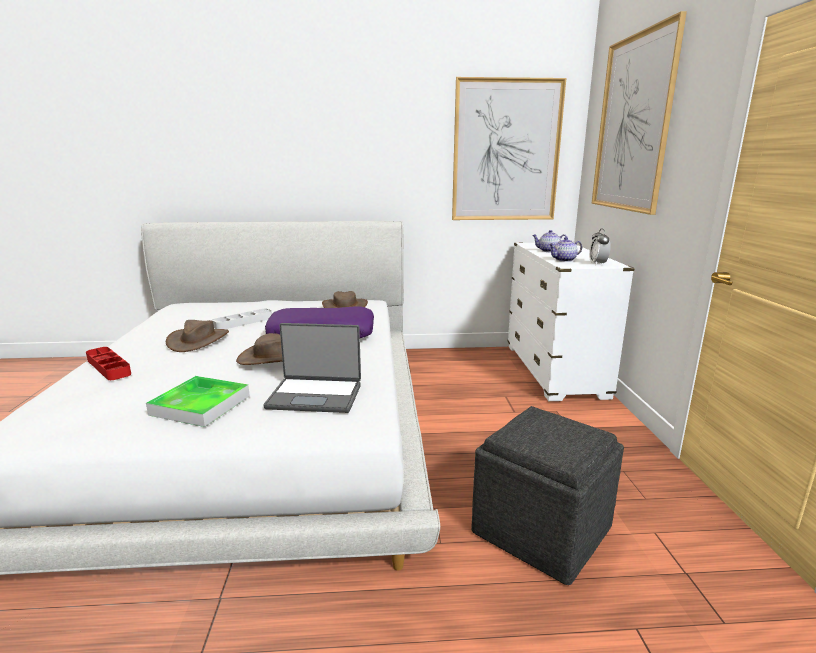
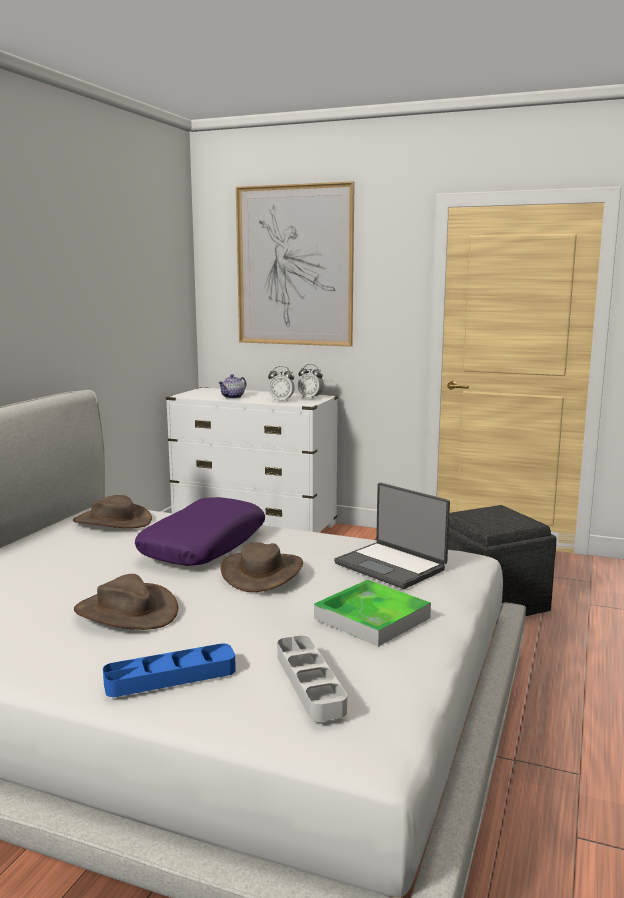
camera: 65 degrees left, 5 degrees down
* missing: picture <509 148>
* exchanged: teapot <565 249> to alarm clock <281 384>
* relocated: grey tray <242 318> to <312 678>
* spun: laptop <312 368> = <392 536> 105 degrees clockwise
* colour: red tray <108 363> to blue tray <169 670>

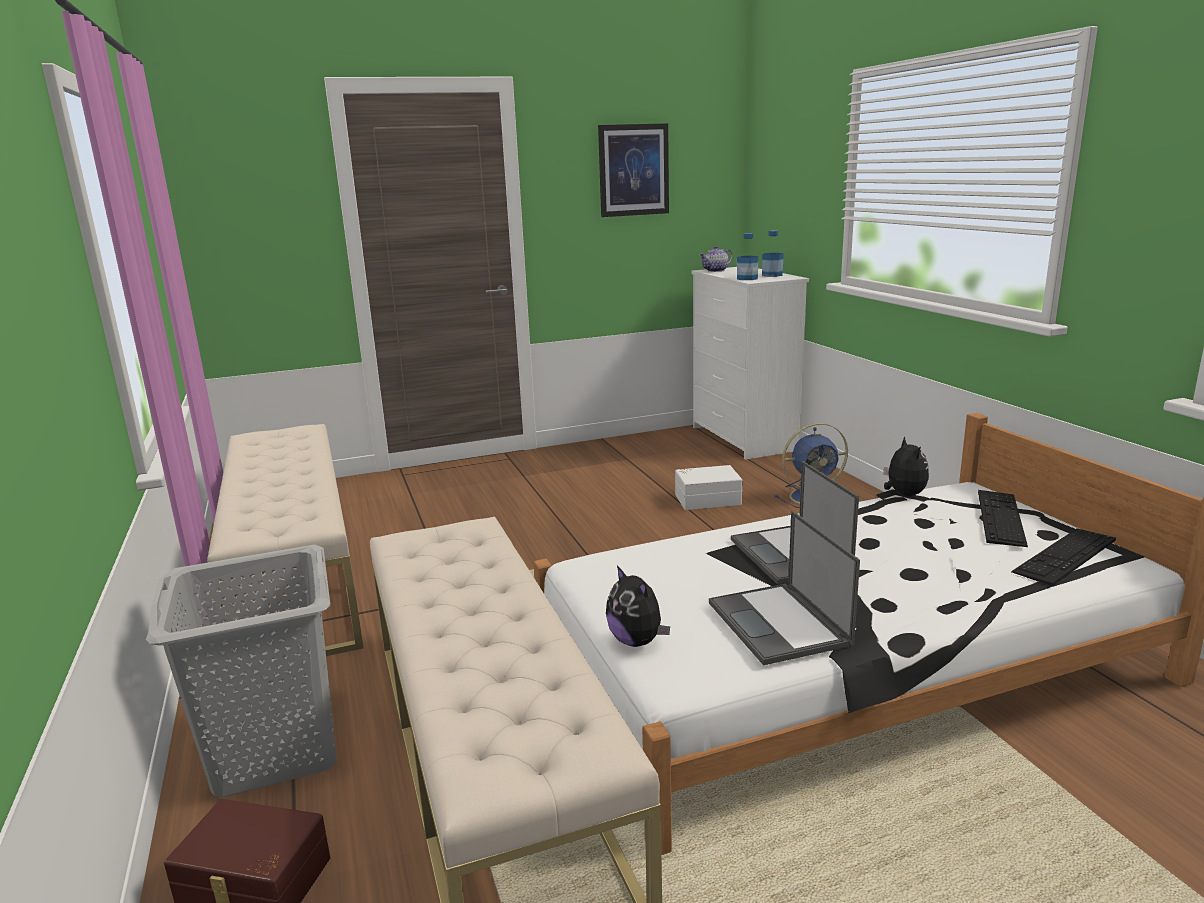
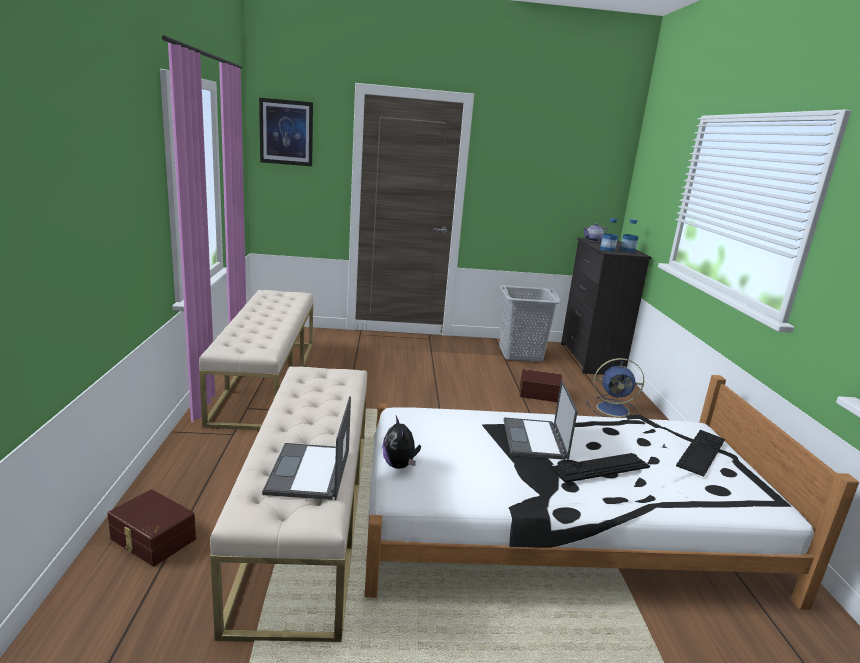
camera: 15 degrees right, 0 degrees up
* relocated: picture <633 170> to <286 132>
* colour: white dresser <750 363> to black dresser <606 306>
* missing: plush toy <906 466>
* colour: white storage box <708 487> to brown storage box <541 385>
* relocated: laptop <784 588> to <306 448>
* relocated: keyboard <1063 557> to <599 468>
* relocated: grey laundry basket <241 670> to <530 323>

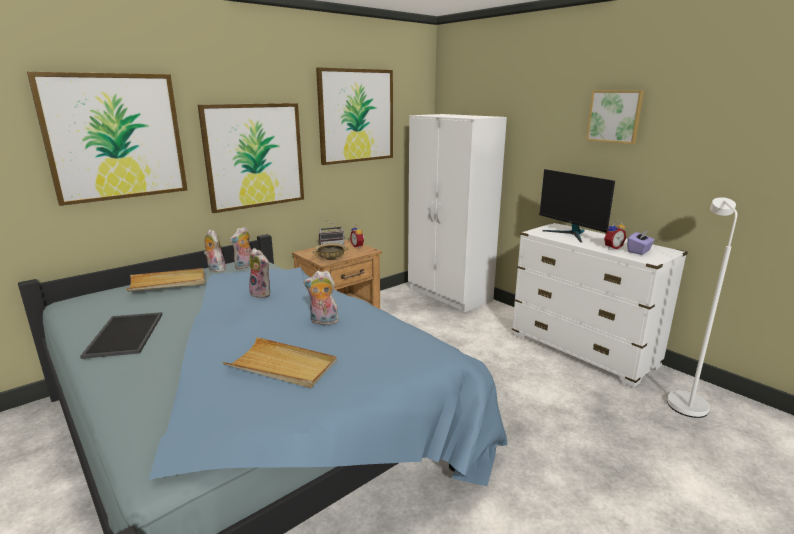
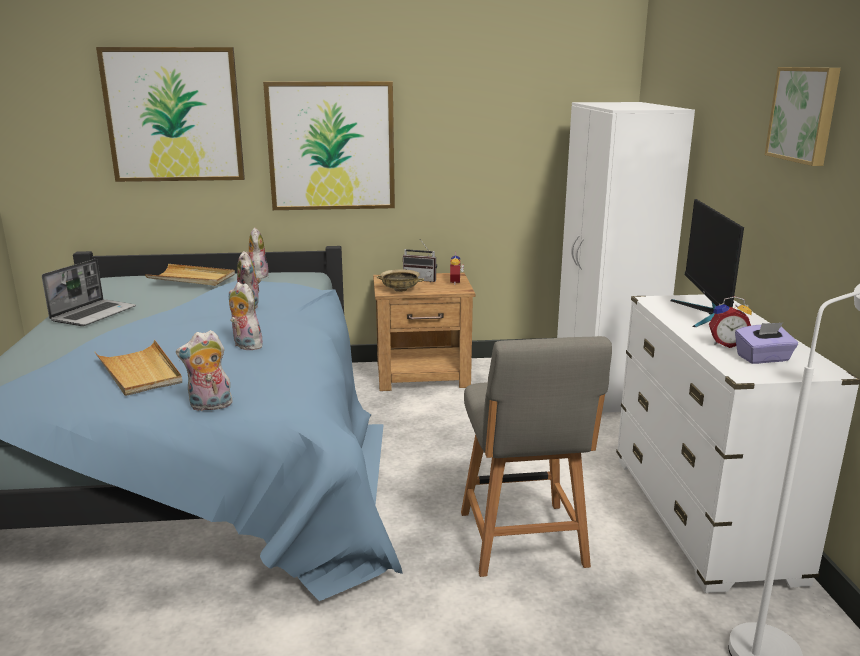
camera: 35 degrees right, 0 degrees up
* missing: picture <354 116>
* relocated: plush toy <240 248> to <204 370>
* exchanged: tray <121 335> to laptop <89 292>
* appeared: grey chair <536 456>

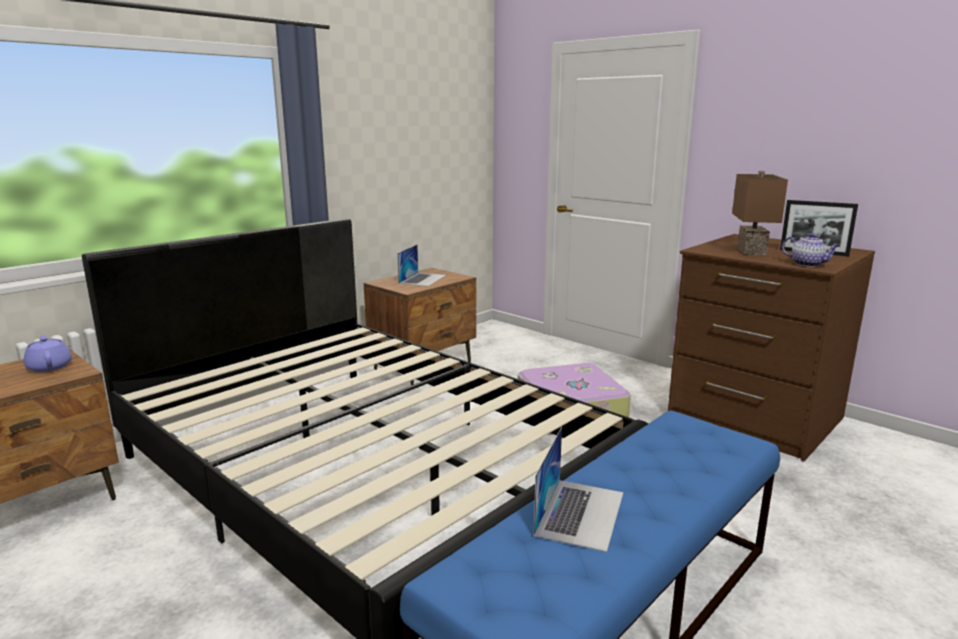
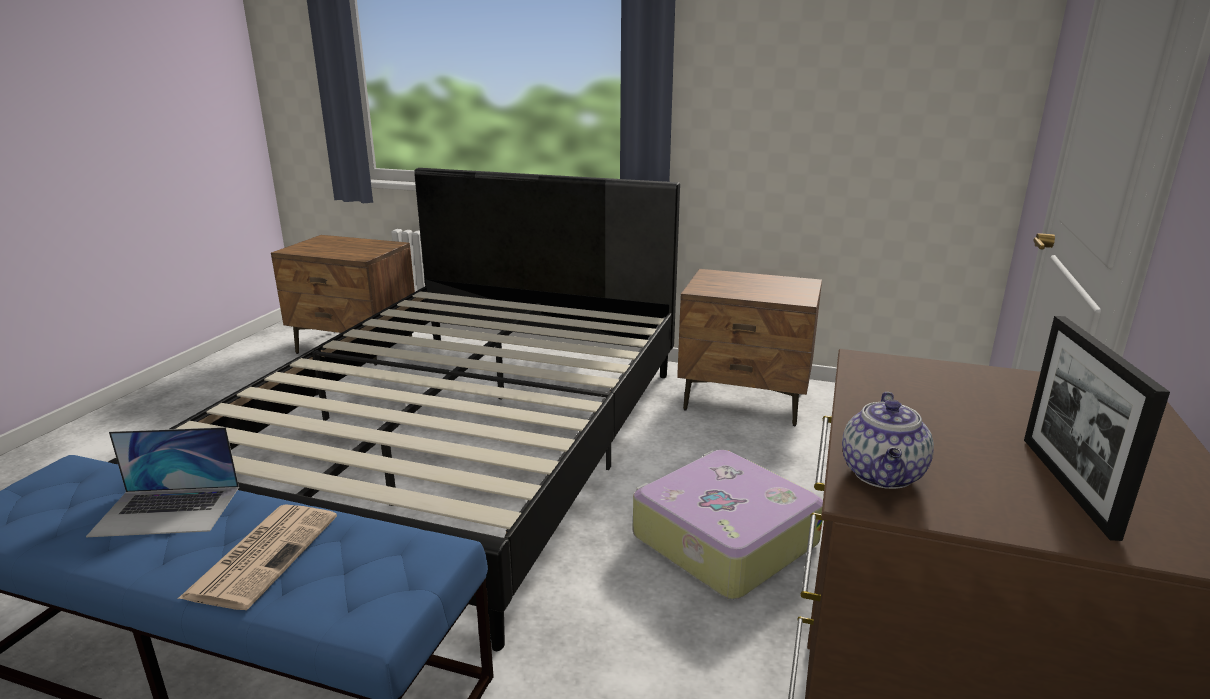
camera: 65 degrees right, 5 degrees up
* missing: brown table lamp <760 213>
* missing: laptop <421 265>
* missing: purple teapot <47 353>
* appeared: newspaper <257 557>

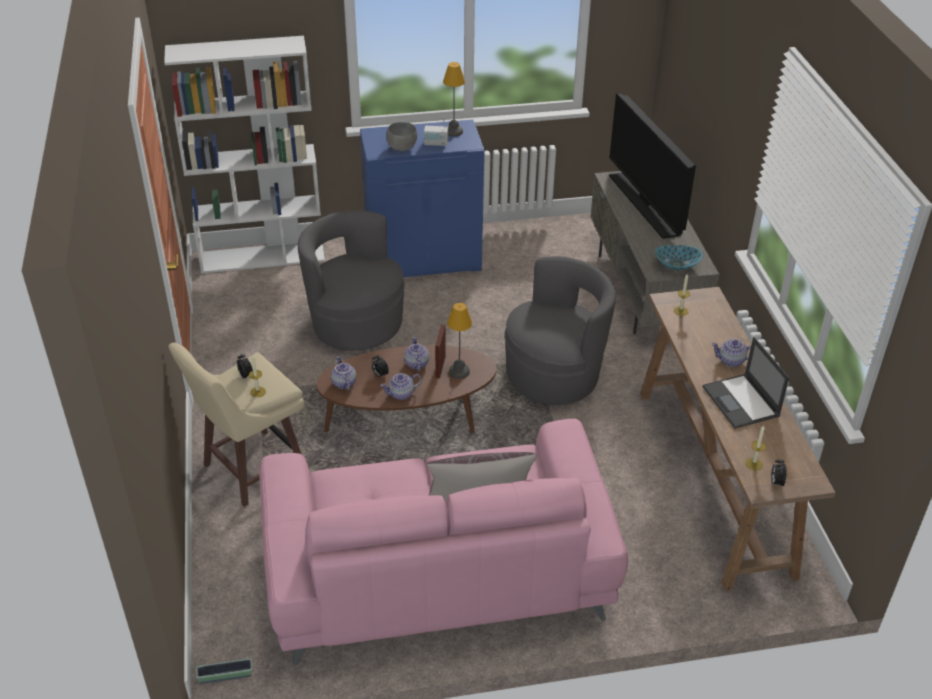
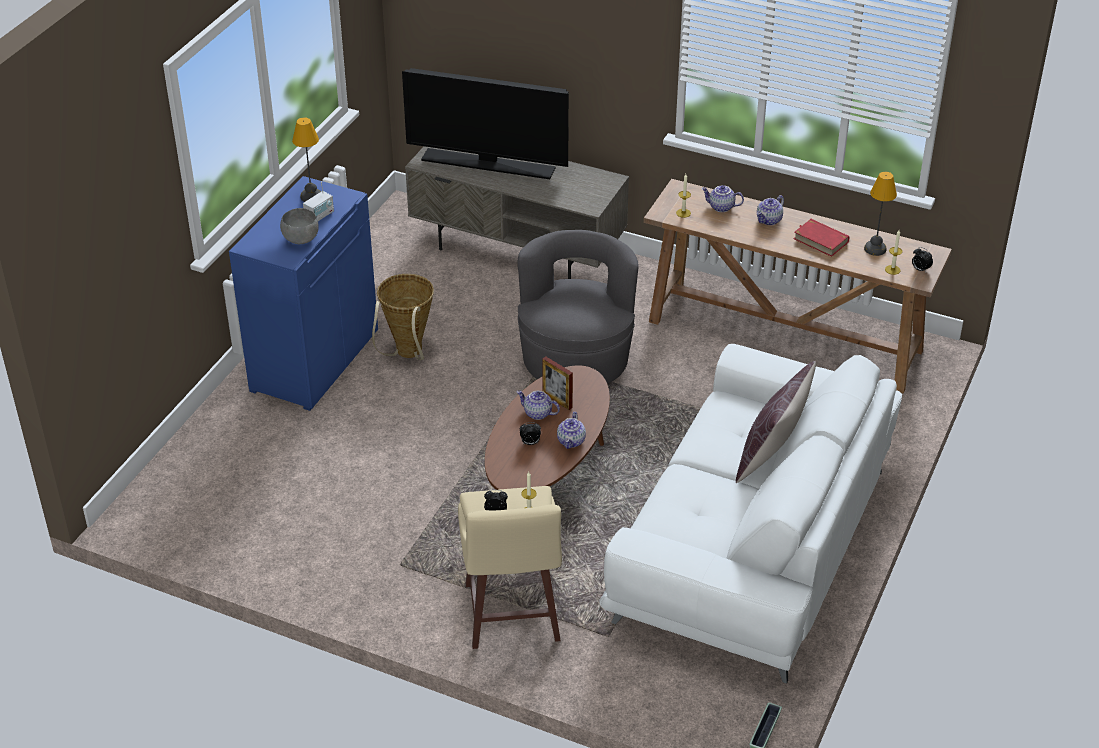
camera: 55 degrees left, 0 degrees up
* missing: white bookcase <244 155>
* missing: grey armchair <351 280>
* missing: bowl <679 257>
* relocated: table lamp <459 341> to <880 214>
* exchanged: laptop <746 383> to red book <821 238>
* relocated: teapot <343 373> to <722 198>
* colour: pink sofa <443 542> to white sofa <750 514>
* appeared: basket <403 317>

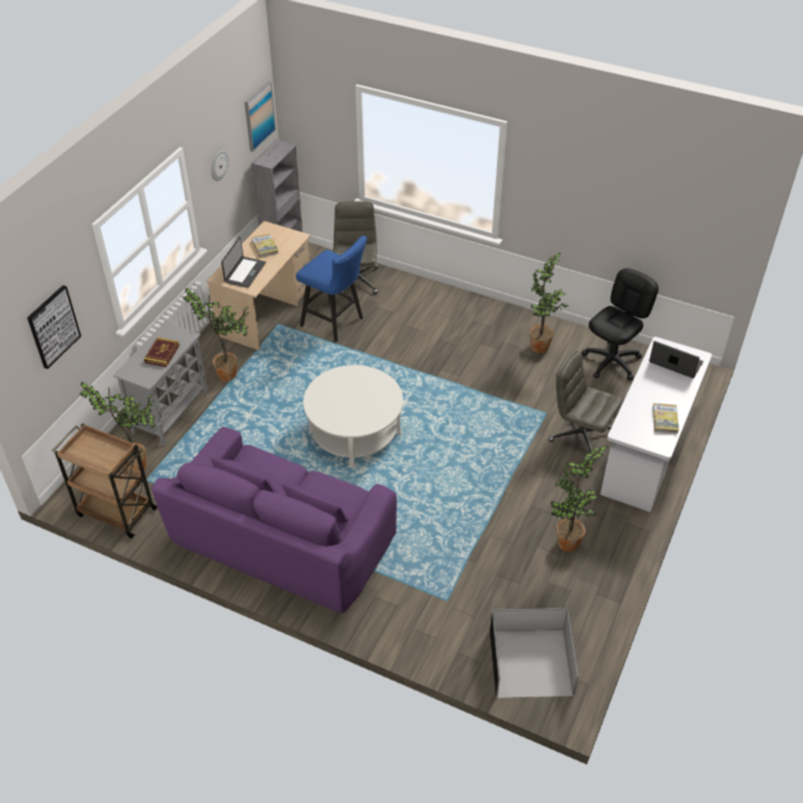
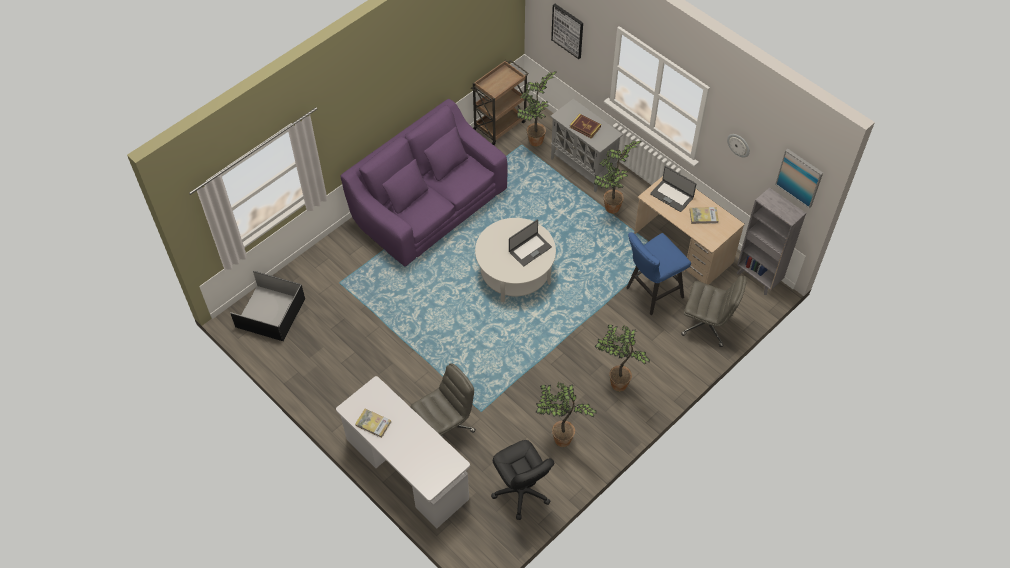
camera: 110 degrees right, 10 degrees up
* relocated: laptop <676 359> to <530 243>
* relocated: potted plant <579 499> to <622 358>

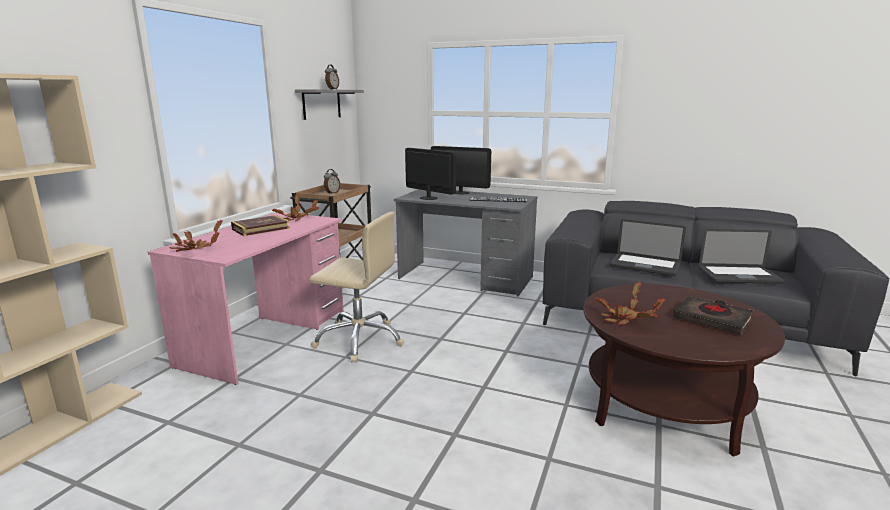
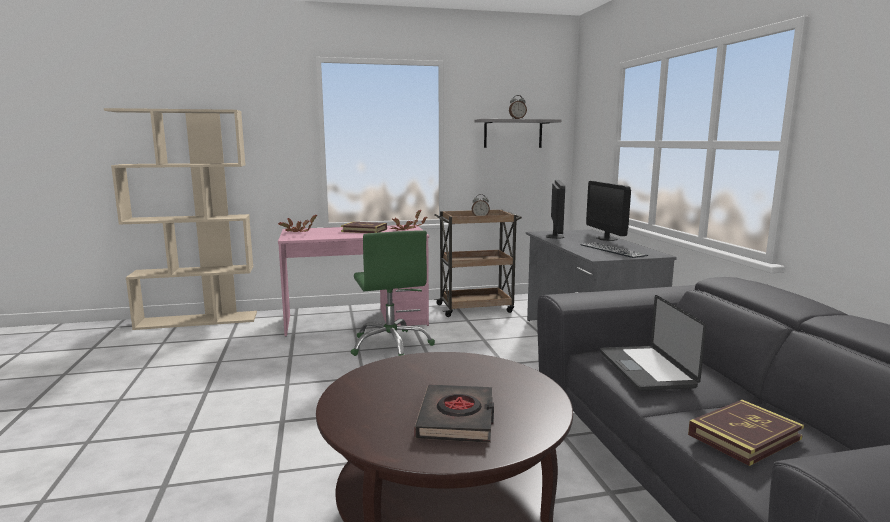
camera: 55 degrees right, 5 degrees down
* colour: beige office chair <356 286> to green office chair <393 293>
* exchanged: laptop <742 256> to book <746 433>
* missing: potted plant <630 303>

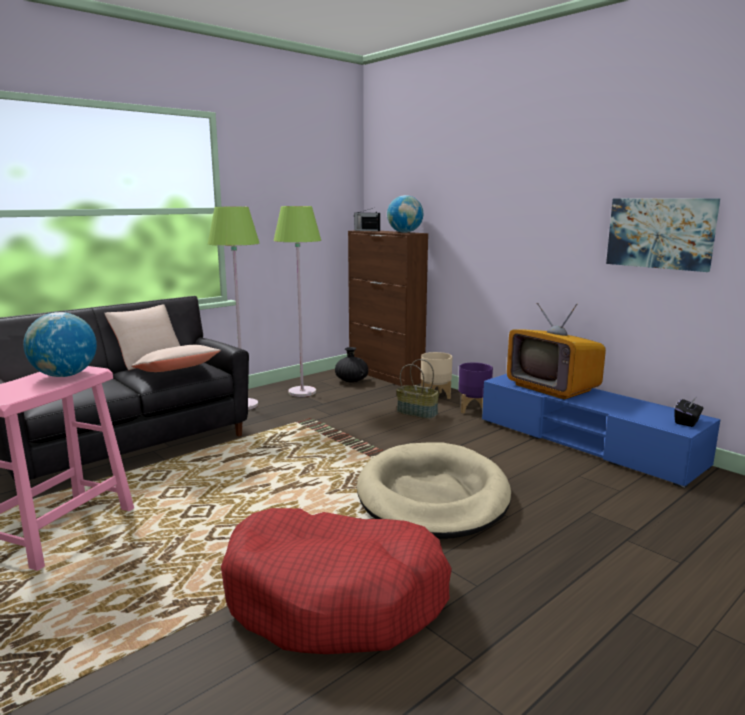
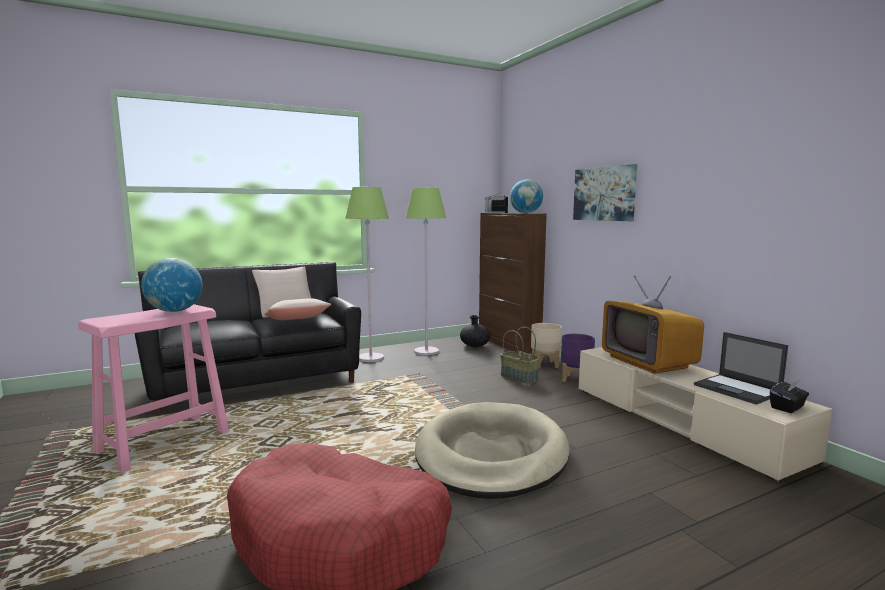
camera: 15 degrees right, 5 degrees down
* relocated: picture <663 235> to <605 192>
* colour: blue tv stand <601 431> to beige tv stand <706 415>
* appeared: laptop <741 368>

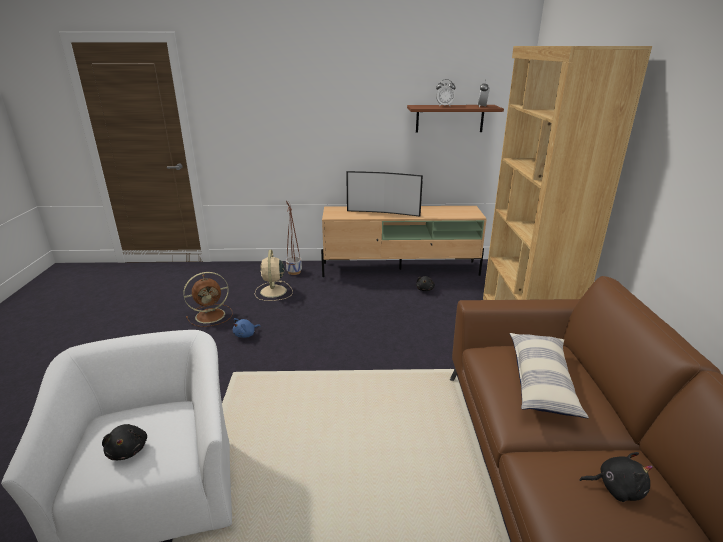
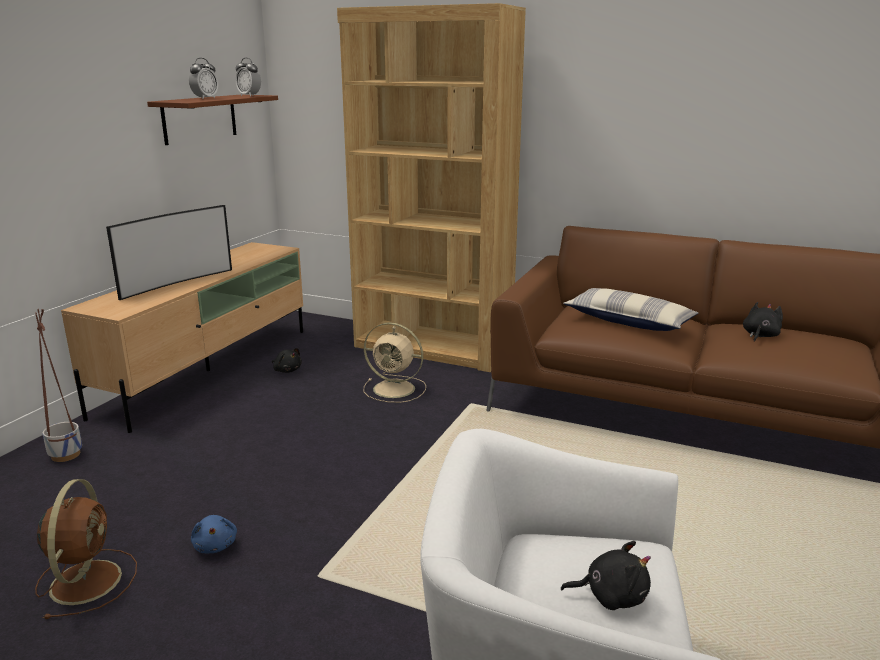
camera: 65 degrees left, 5 degrees down
* relocated: beige fan <274 275> to <395 362>

